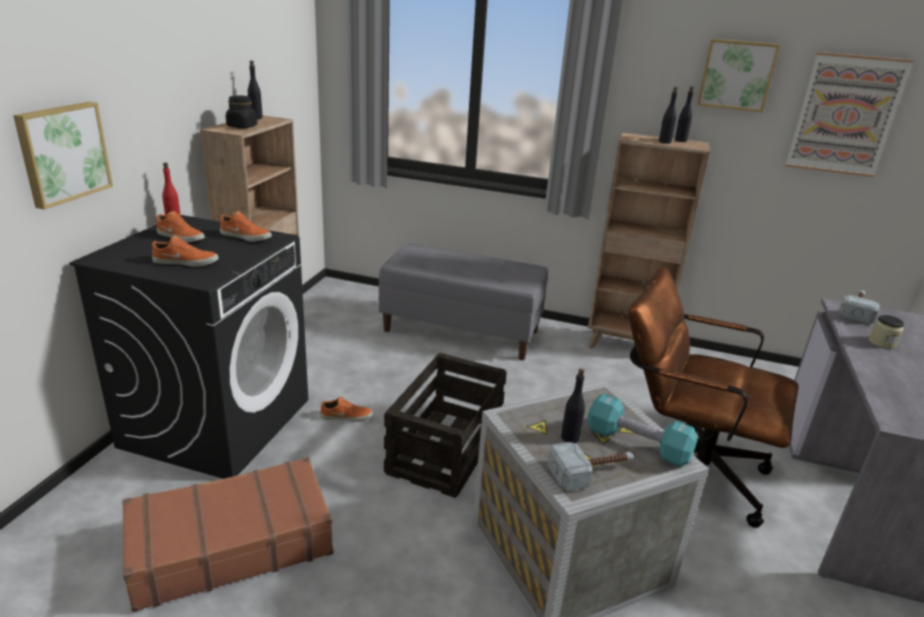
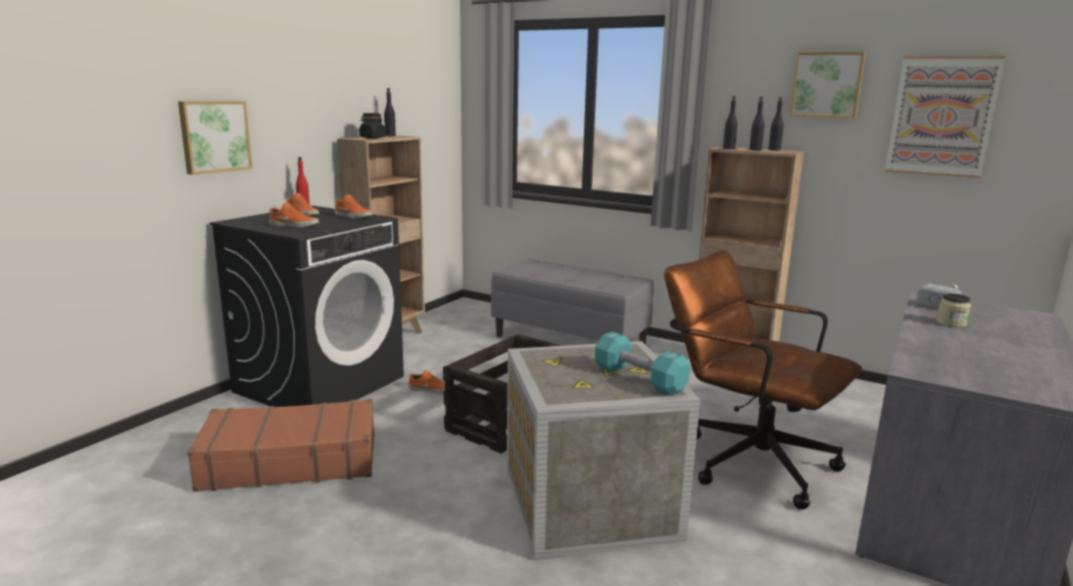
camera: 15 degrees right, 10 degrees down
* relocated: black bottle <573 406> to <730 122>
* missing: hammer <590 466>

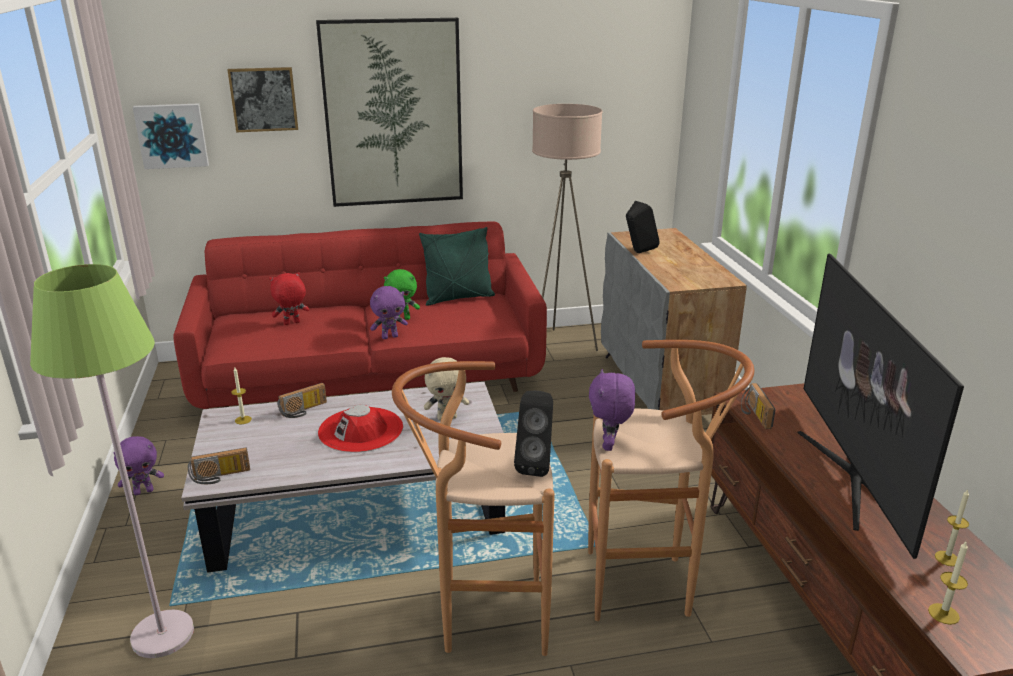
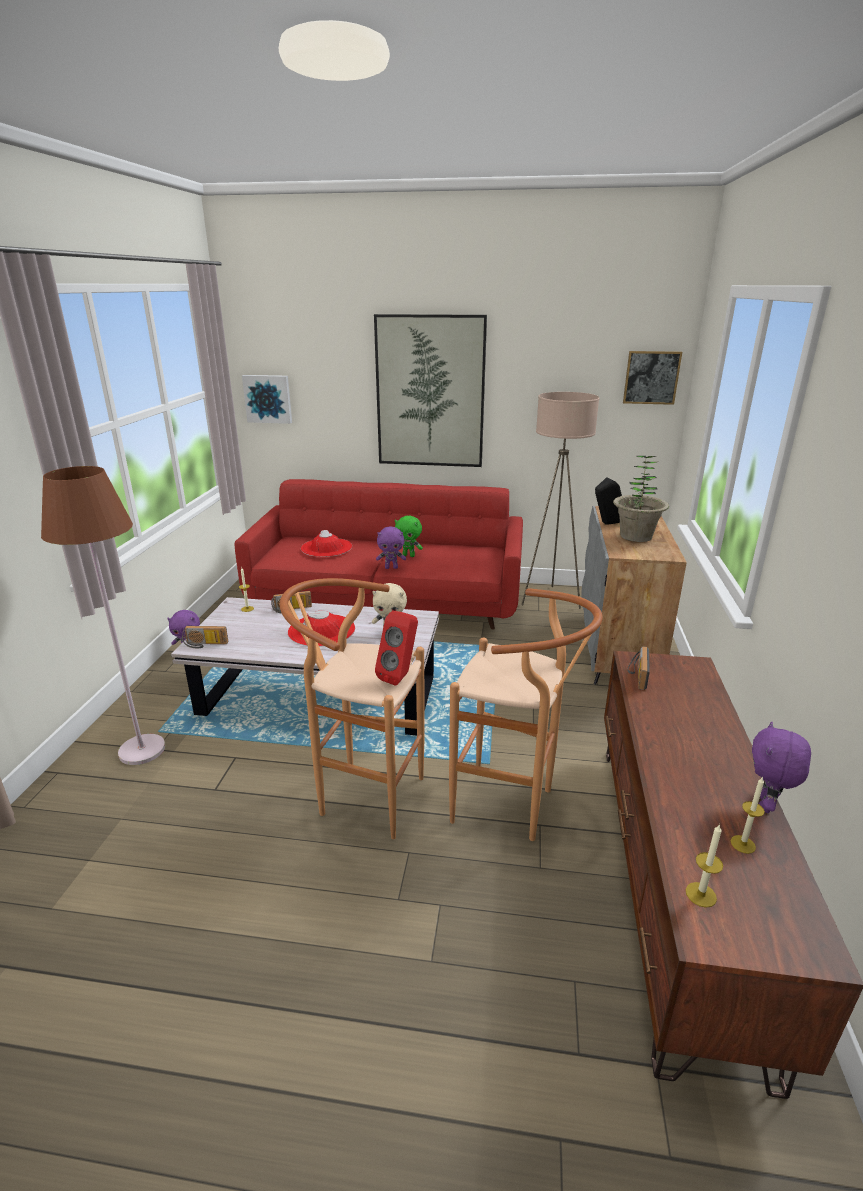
camera: 20 degrees right, 0 degrees up
* relocated: picture <262 99> to <652 378>
* missing: green pillow <457 266>
* missing: television <880 406>
* colour: green floor lamp <112 461> to brown floor lamp <103 615>
* exchanged: red plush toy <289 298> to red hat <326 543>
* relocated: purple plush toy <612 410> to <781 767>
* colour: black speaker <533 434> to red speaker <396 648>
* appeared: potted plant <641 499>

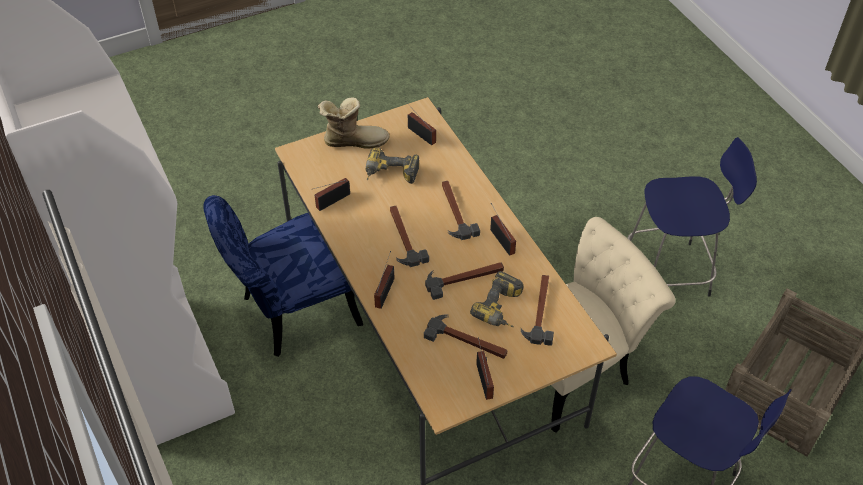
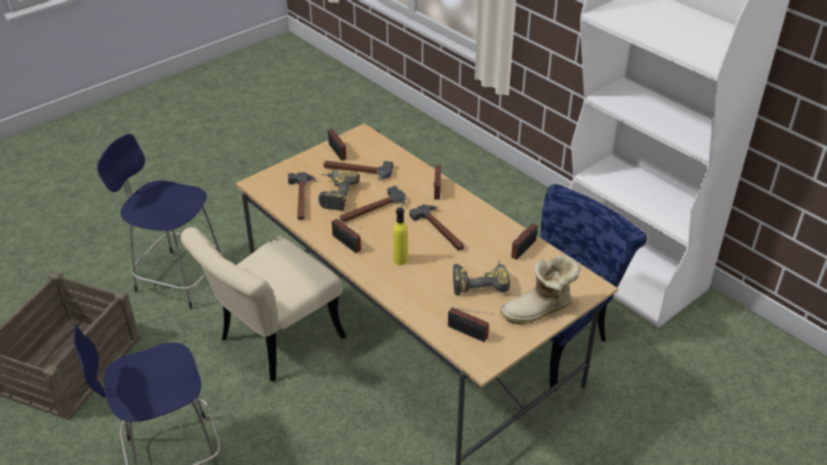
camera: 165 degrees right, 10 degrees down
* exchanged: hammer <461 210> to yellow bottle <400 236>

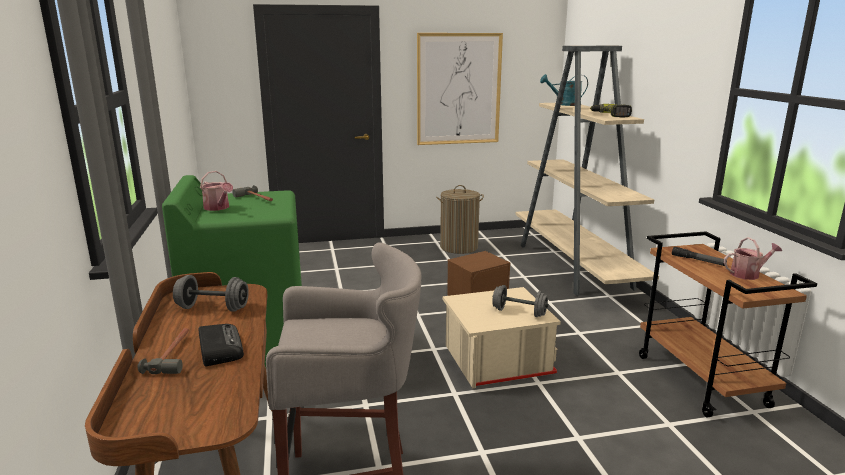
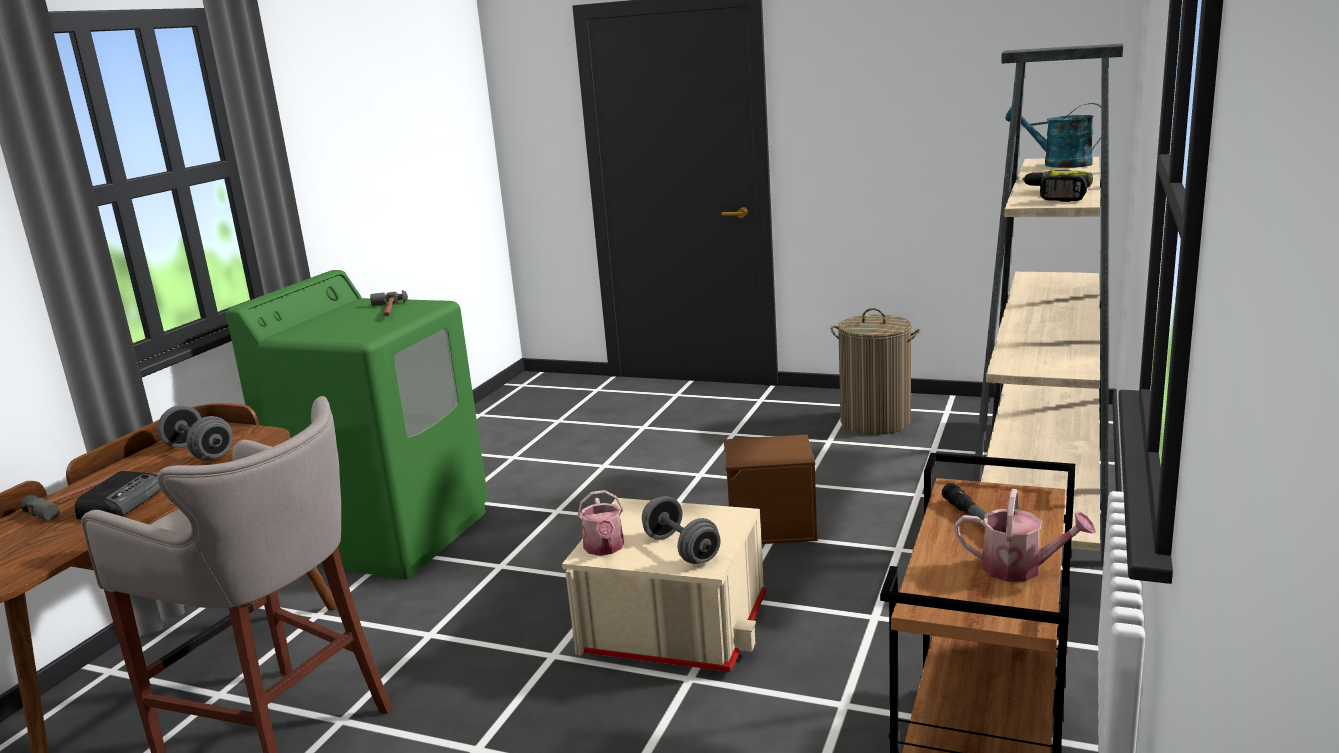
camera: 35 degrees right, 0 degrees up
* missing: picture <460 89>
* relocated: watering can <216 191> to <600 523>

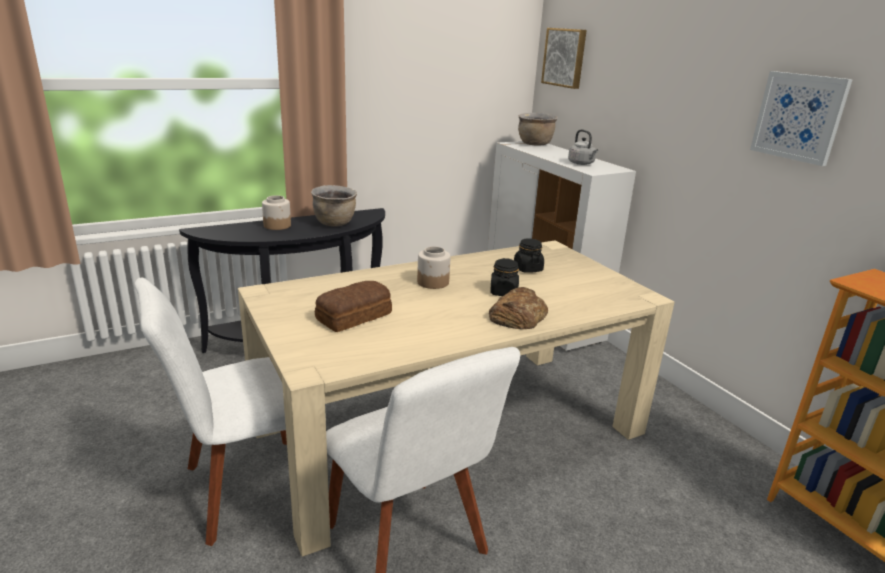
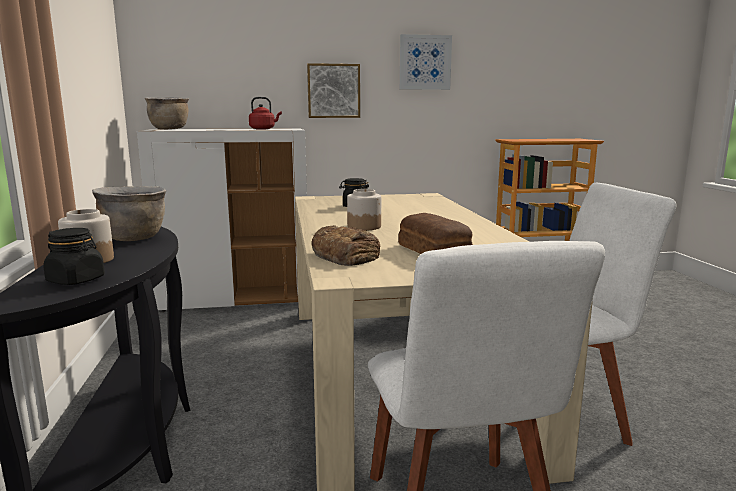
camera: 70 degrees left, 10 degrees down
* relocated: picture <564 58> to <333 90>
* colour: grey kettle <583 147> to red kettle <265 113>
* relocated: black jar <504 277> to <74 256>
* relocated: bread <518 308> to <345 245>

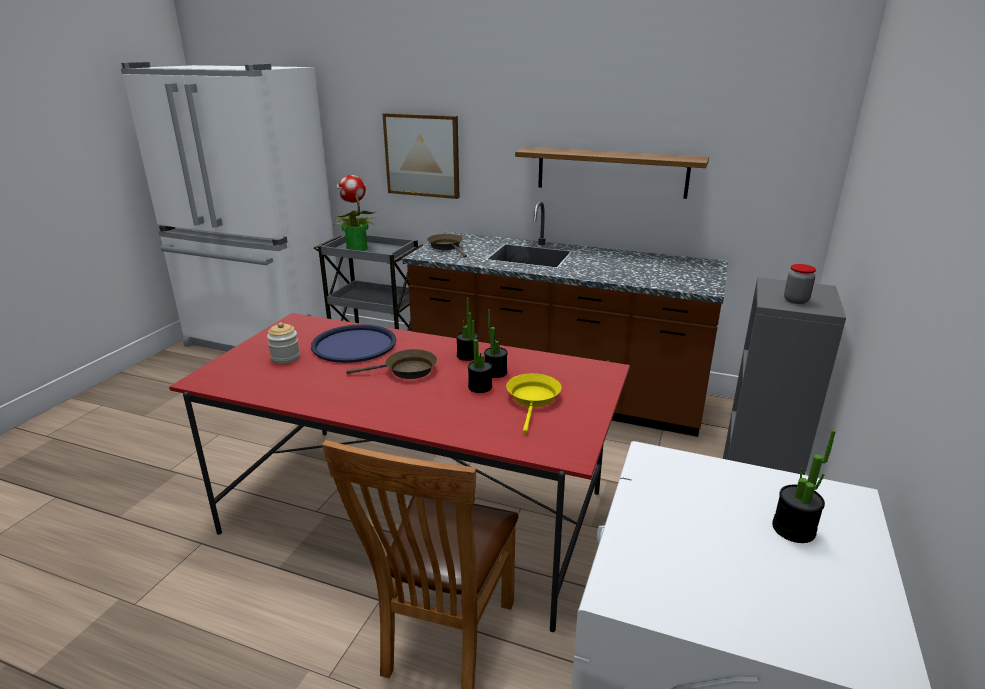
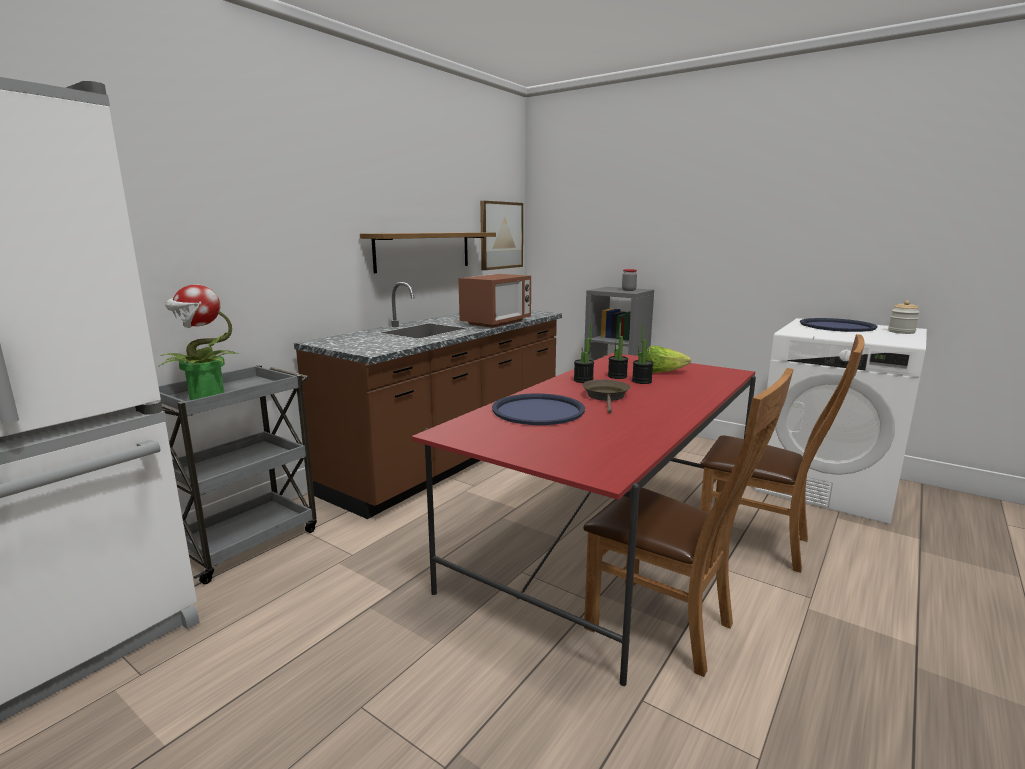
camera: 75 degrees left, 10 degrees down
* relocated: picture <421 156> to <501 235>
* missing: brown frying pan <447 246>
* relocated: jar <283 343> to <904 317>
* exchanged: yellow frying pan <533 403> to lettuce <668 359>
* exchanged: potted plant <804 486> to blue tray <838 325>
* appeared: microwave <494 301>
* appeared: brown chair <688 522>

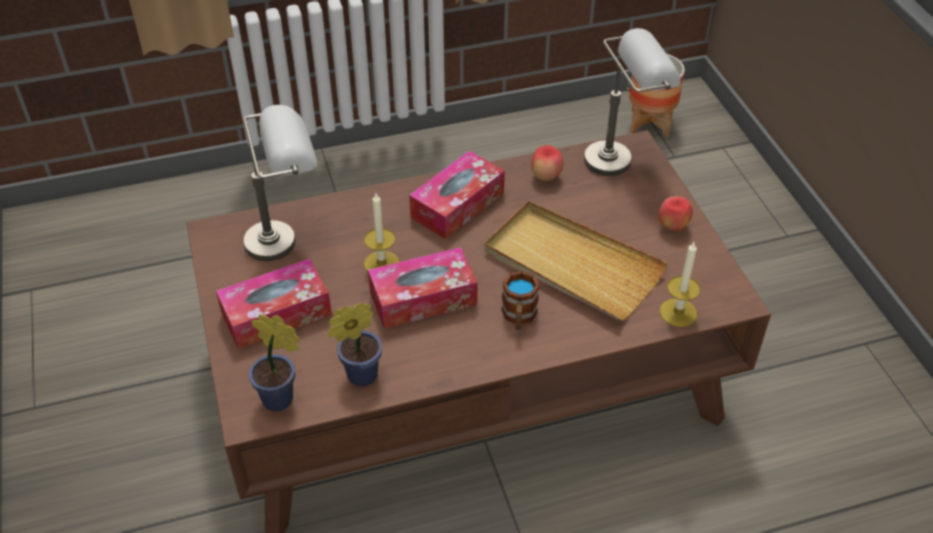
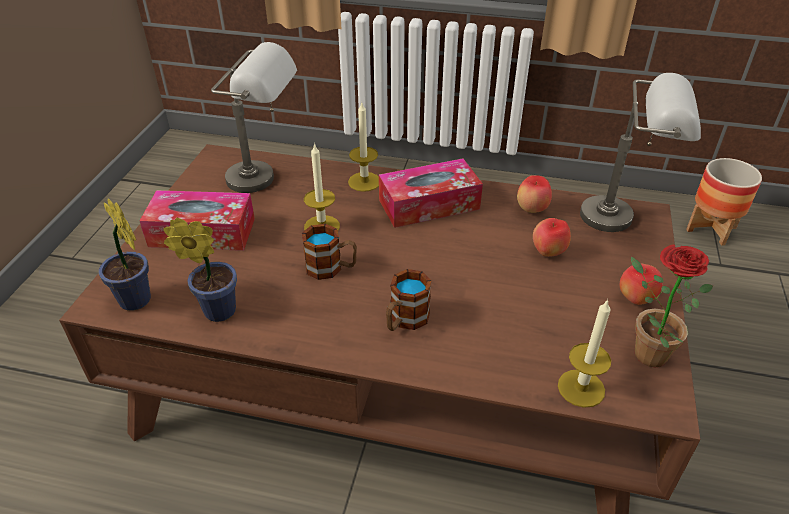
camera: 30 degrees right, 5 degrees down
* missing: beige tray <576 261>
* exchanged: tissue box <423 288> to mug <329 252>
* appeared: candle <363 146>
* appeared: apple <552 237>
* appeared: potted plant <672 306>

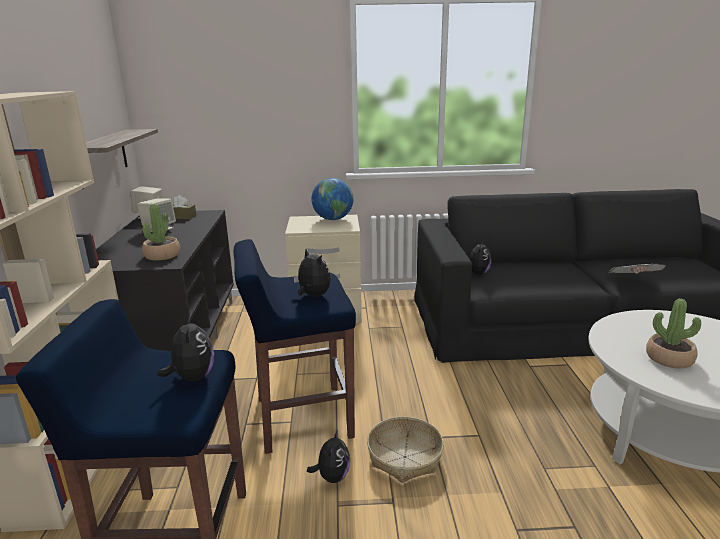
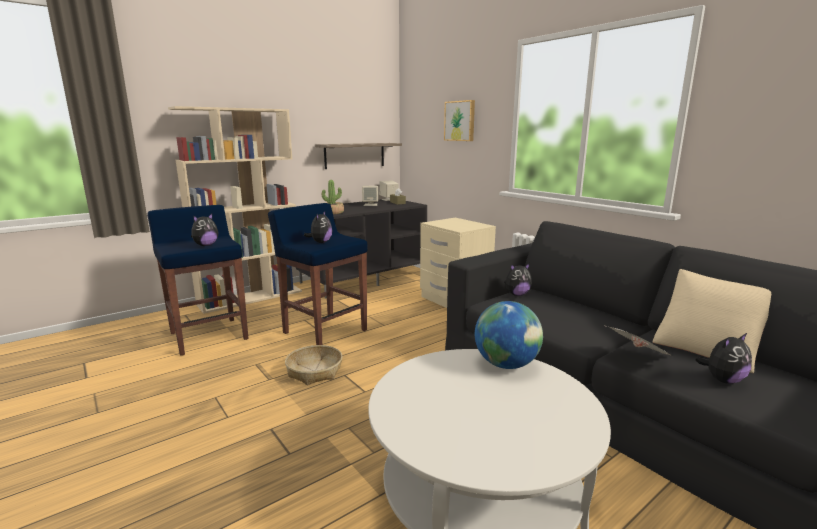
camera: 55 degrees right, 5 degrees down
* relocated: globe <332 199> to <509 335>
* missing: potted plant <673 333>
* relocated: plush toy <328 456> to <723 358>
* appeared: picture <459 120>
* appeared: beige pillow <712 321>

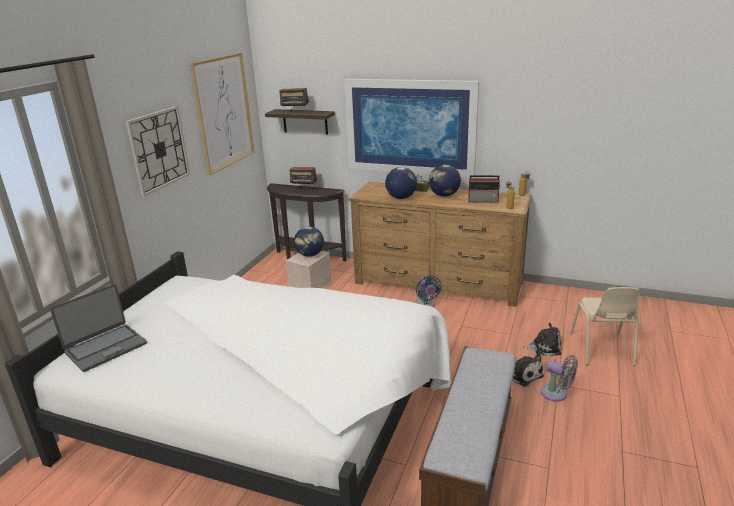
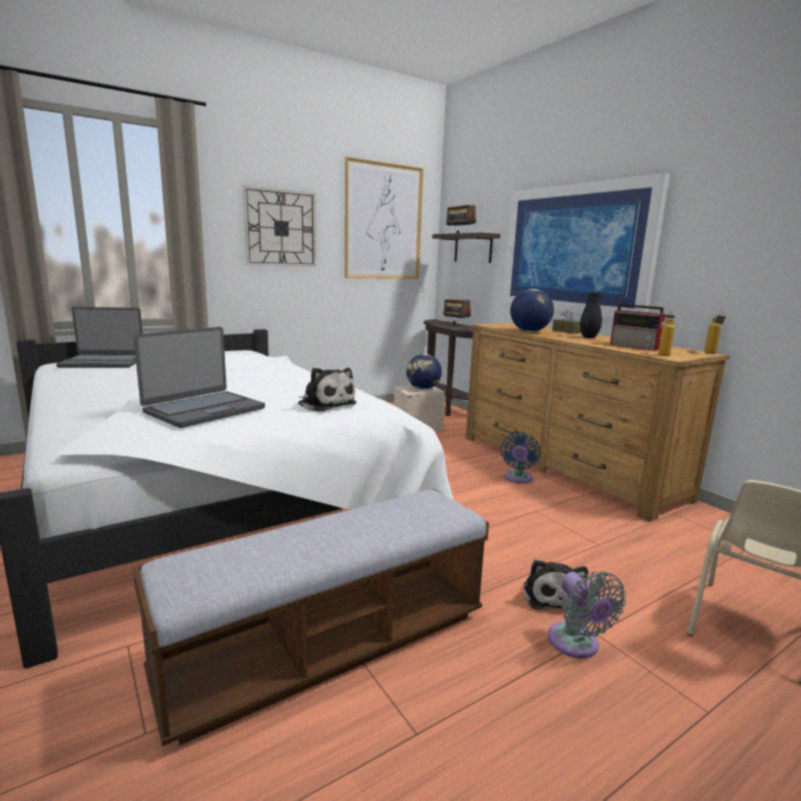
camera: 35 degrees right, 10 degrees down
* exchanged: globe <445 181> to black vase <591 315>
* relocated: plush toy <542 339> to <327 390>
* appeared: laptop <199 377>

